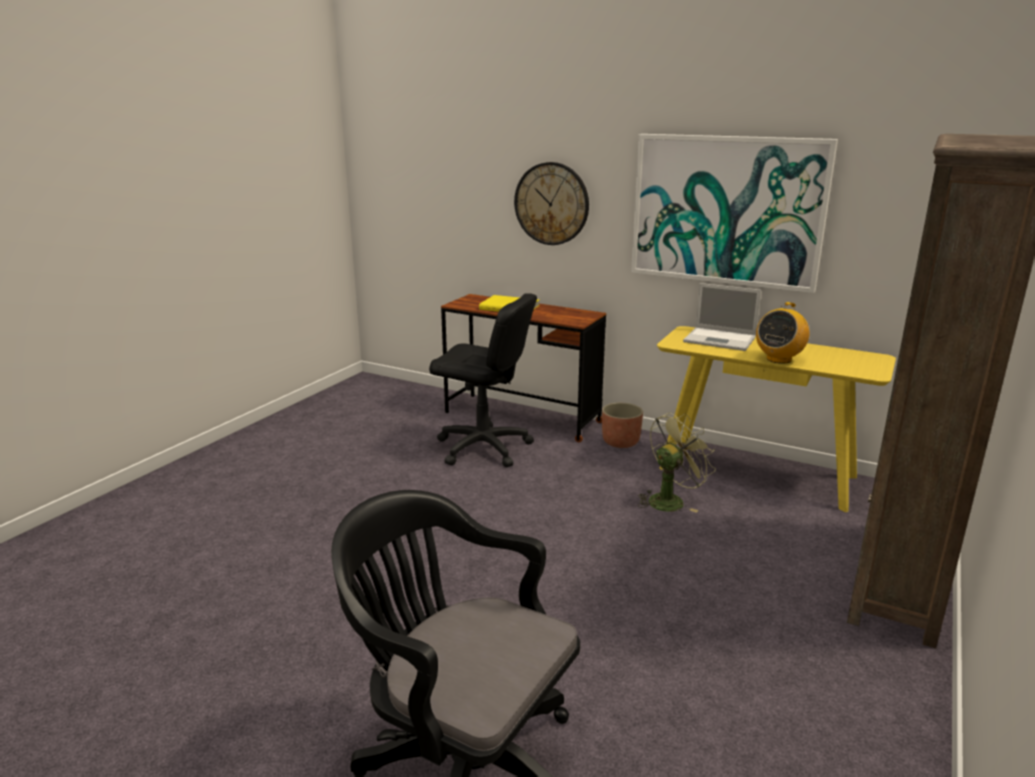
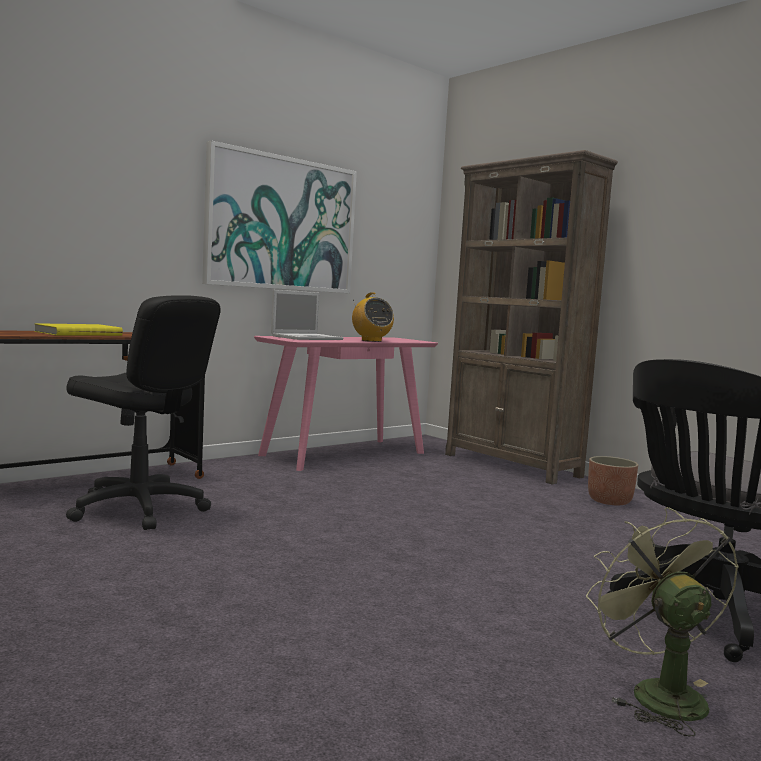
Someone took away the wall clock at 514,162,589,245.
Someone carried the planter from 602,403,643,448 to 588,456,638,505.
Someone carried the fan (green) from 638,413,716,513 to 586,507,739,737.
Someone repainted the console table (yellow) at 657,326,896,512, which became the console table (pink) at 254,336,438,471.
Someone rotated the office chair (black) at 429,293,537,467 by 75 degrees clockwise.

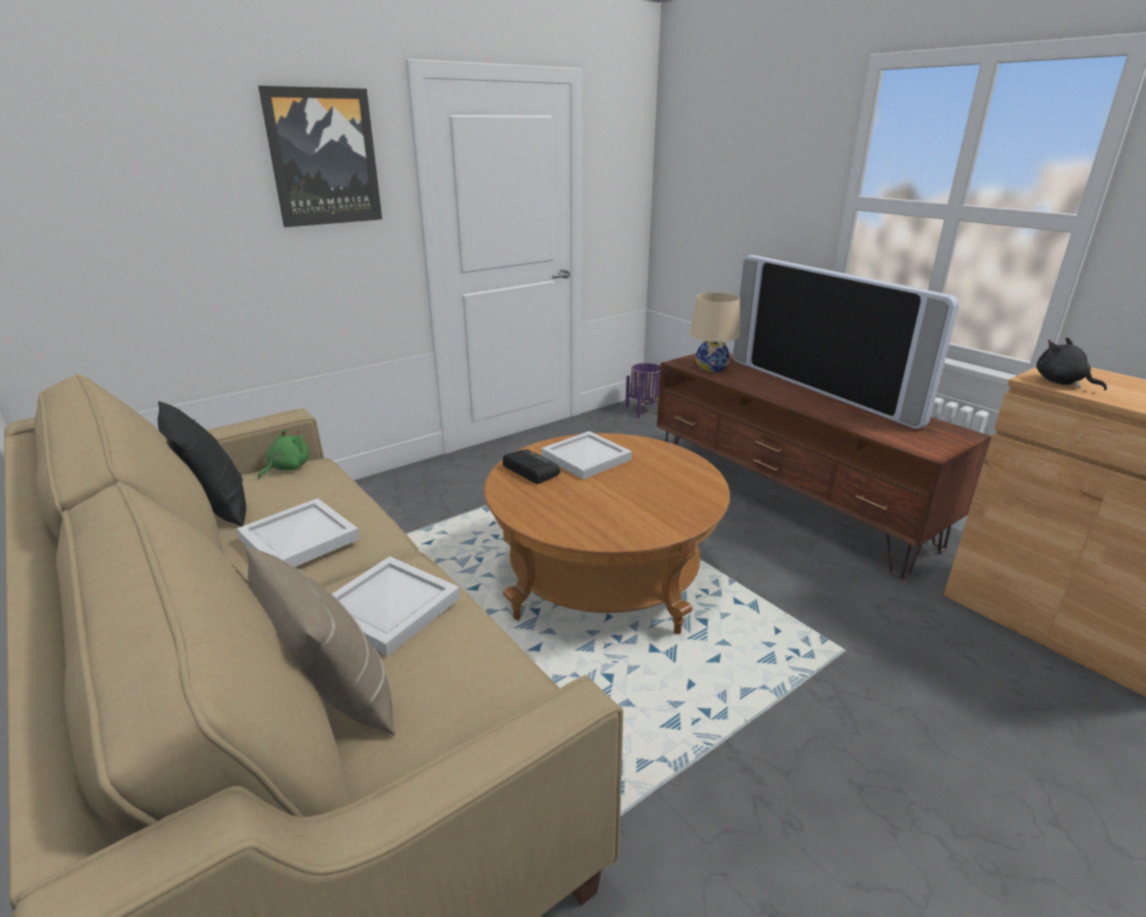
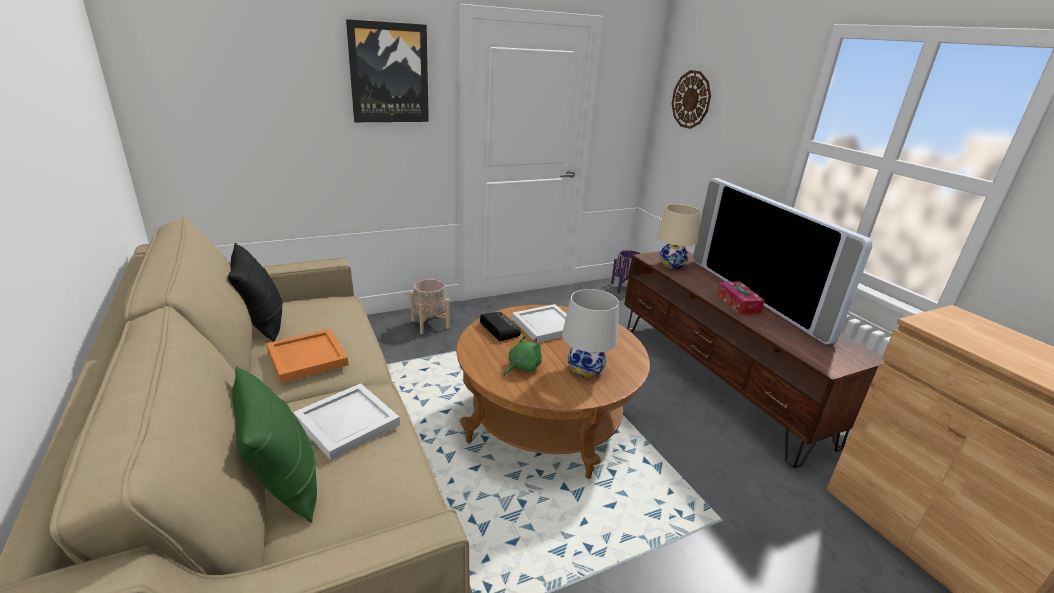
Someone took away the plush toy (black) at 1036,337,1107,390.
Someone put down the planter (beige) at 410,279,449,334.
Someone put down the table lamp (white) at 562,289,619,378.
Someone put up the wall clock at 672,70,711,129.
Someone put down the tissue box at 717,281,765,315.
Someone carried the plush toy (green) from 258,429,309,478 to 503,335,542,376.
Someone repainted the tray (white) at 236,498,360,567, which became the tray (orange) at 266,329,349,383.
Someone repainted the pillow (beige) at 245,547,395,735, which became the pillow (green) at 232,366,317,523.

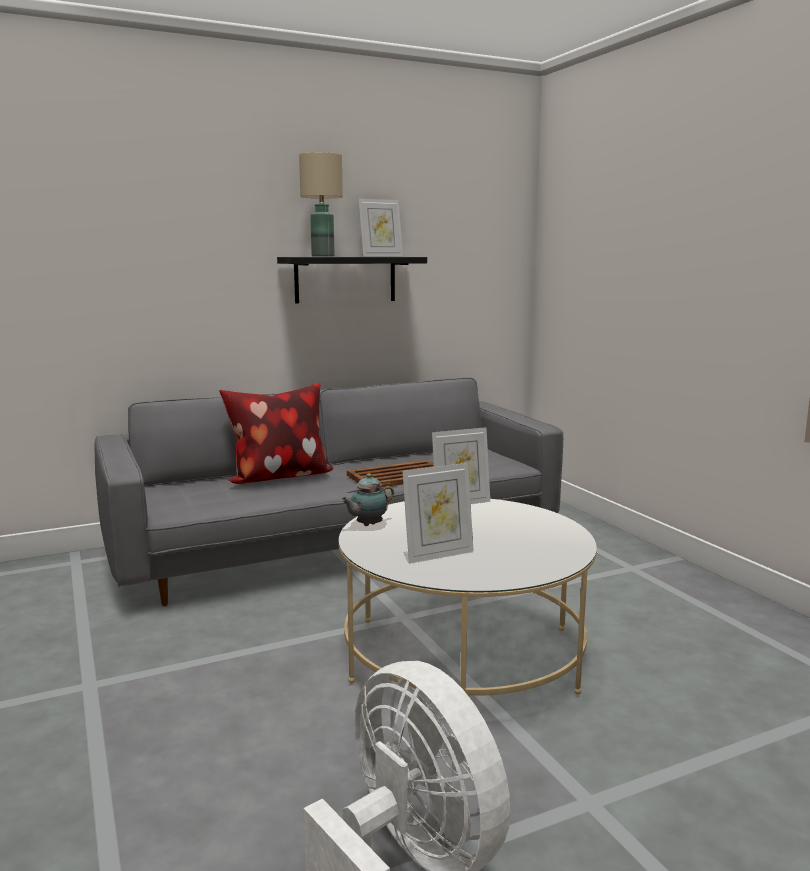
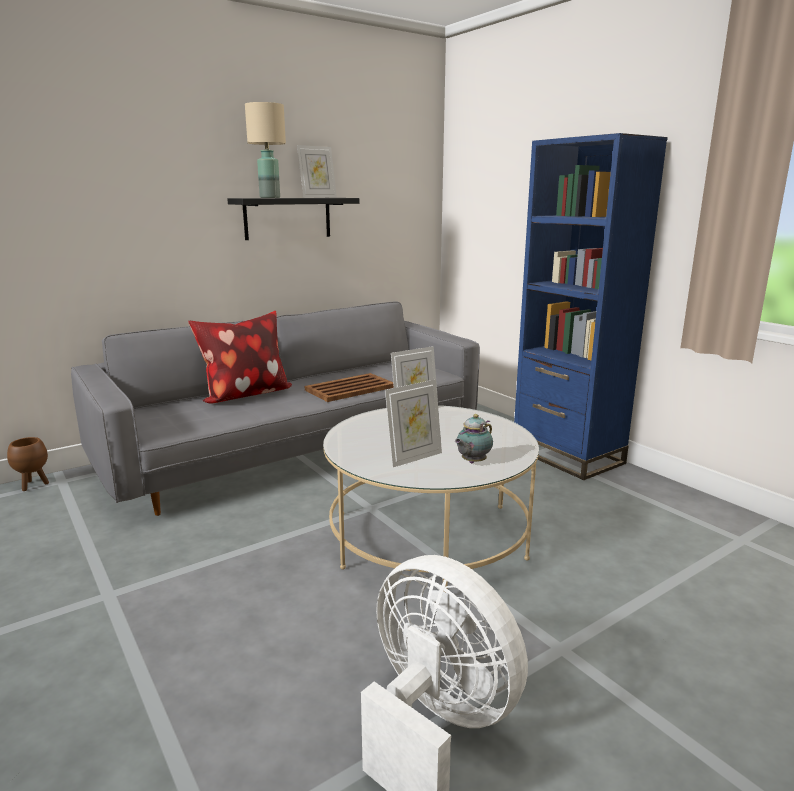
Someone put down the planter (brown) at 7,437,49,491.
Someone put down the bookcase (blue) at 514,133,668,480.
Someone carried the teapot from 341,473,394,526 to 455,414,493,463.

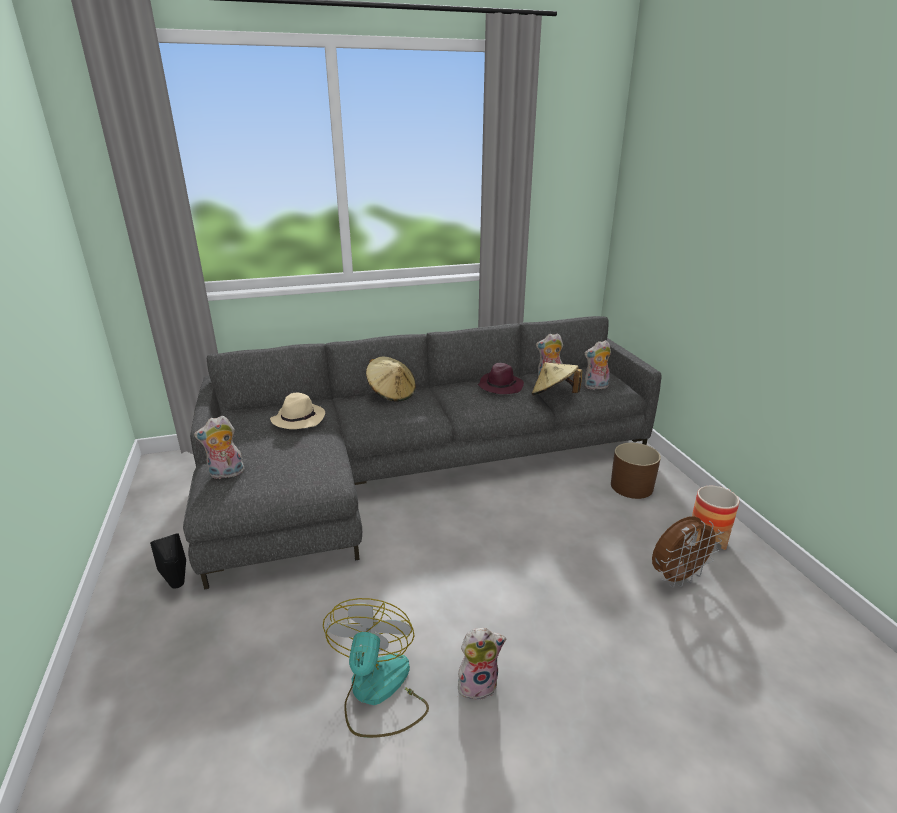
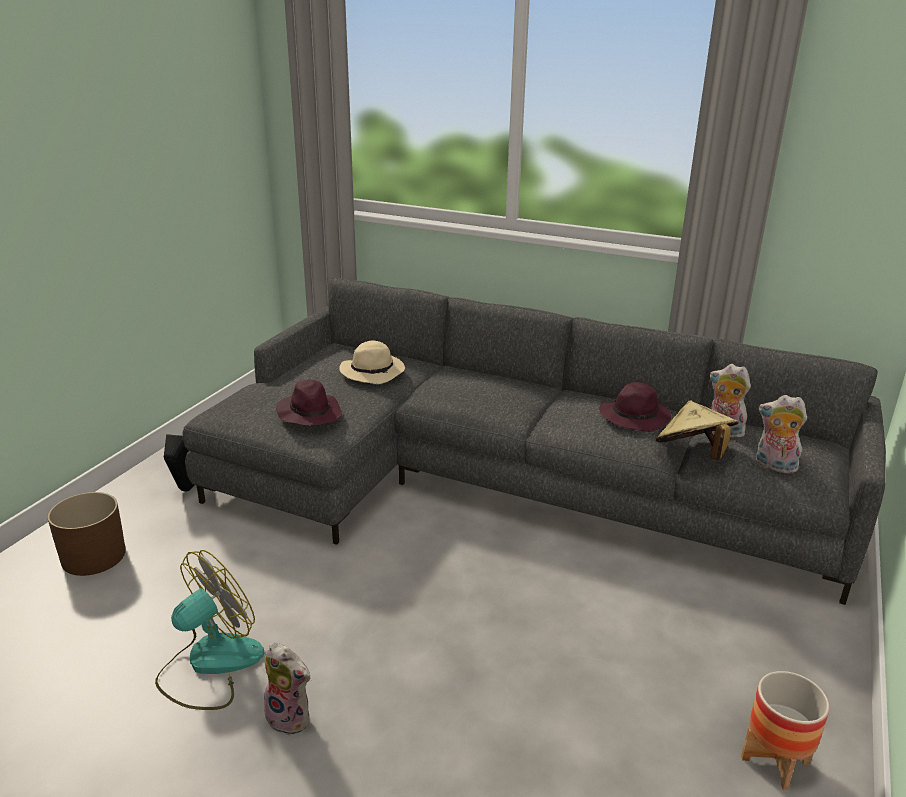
Someone took away the plush toy at 194,416,245,479.
Someone took away the hat (beige) at 366,357,416,402.
Someone took away the fan (brown) at 652,516,722,588.
Someone put down the hat (purple) at 276,380,342,426.
Someone carried the planter (brown) from 611,443,661,499 to 48,492,126,576.

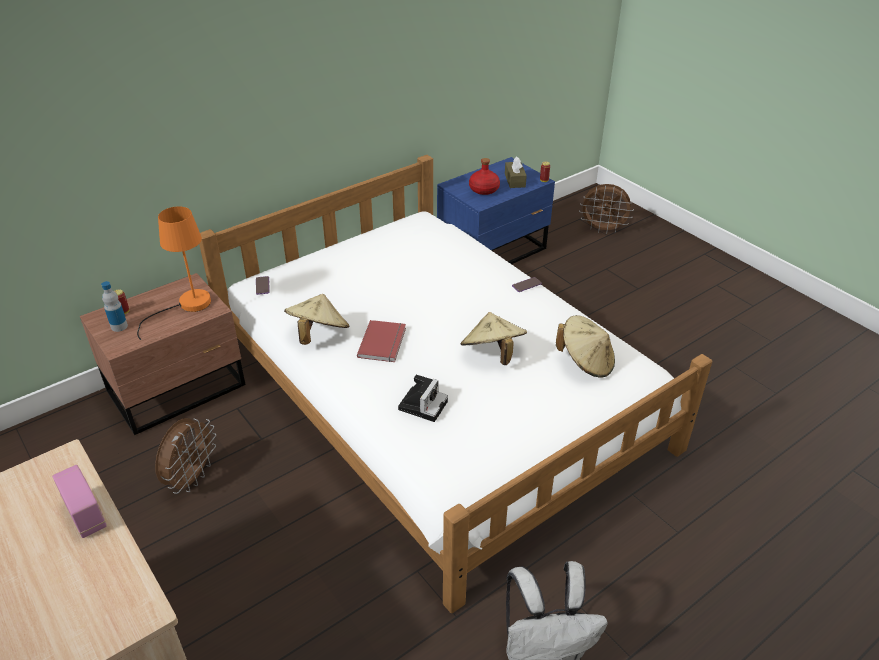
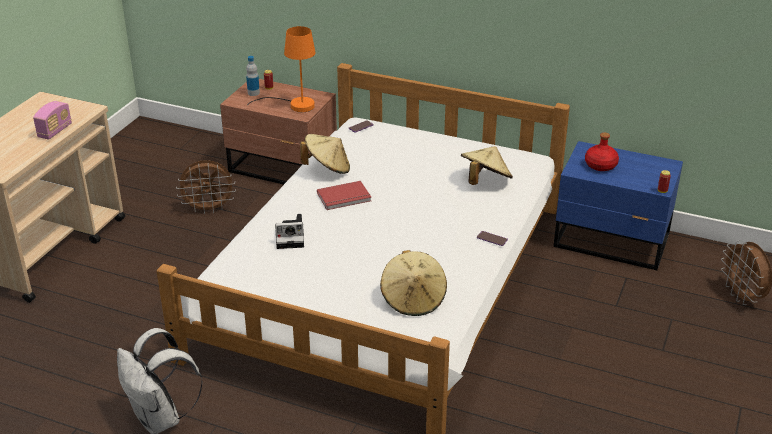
Someone took away the tissue box (brown) at 505,157,527,188.
Someone carried the hat (beige) from 460,312,527,365 to 461,146,513,185.

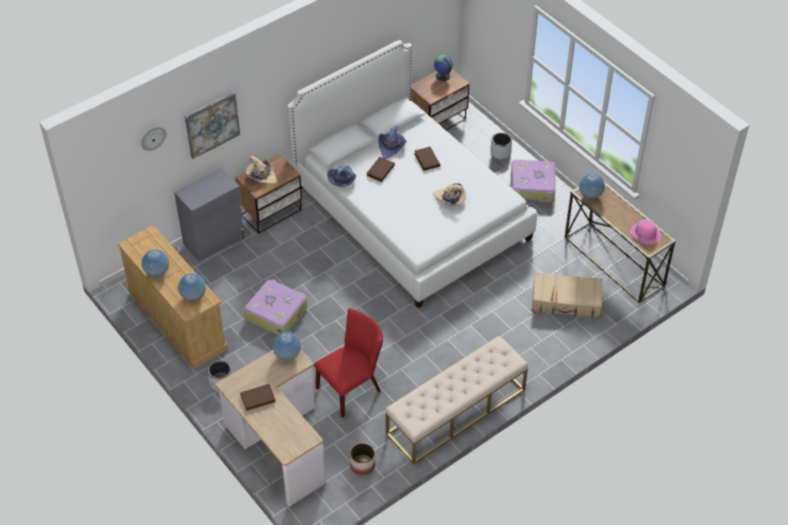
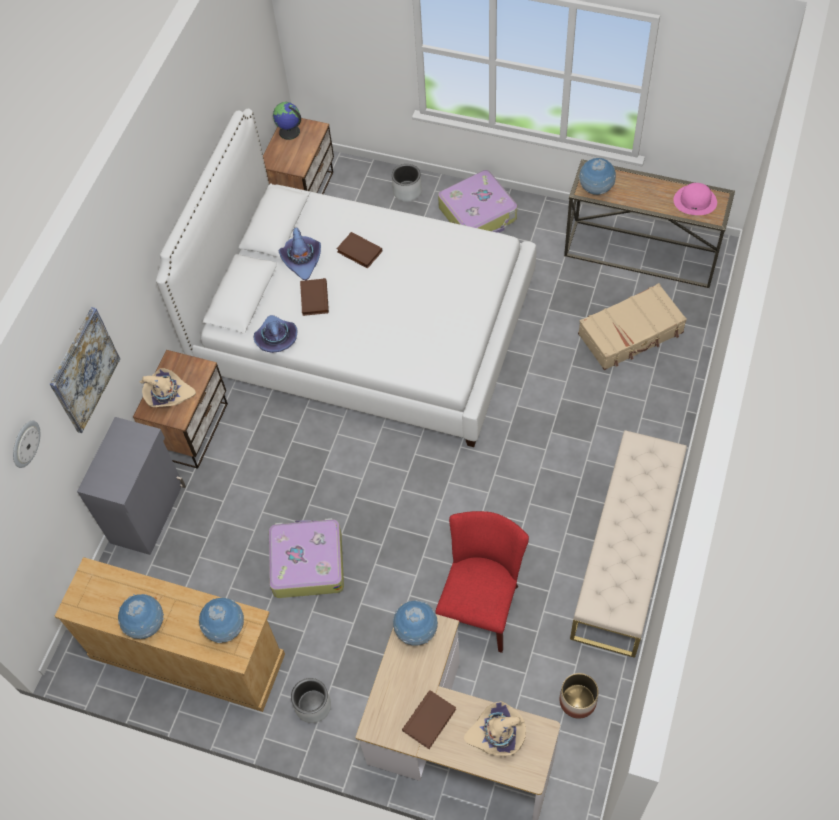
Someone carried the hat (beige) from 433,183,466,206 to 464,701,526,756.

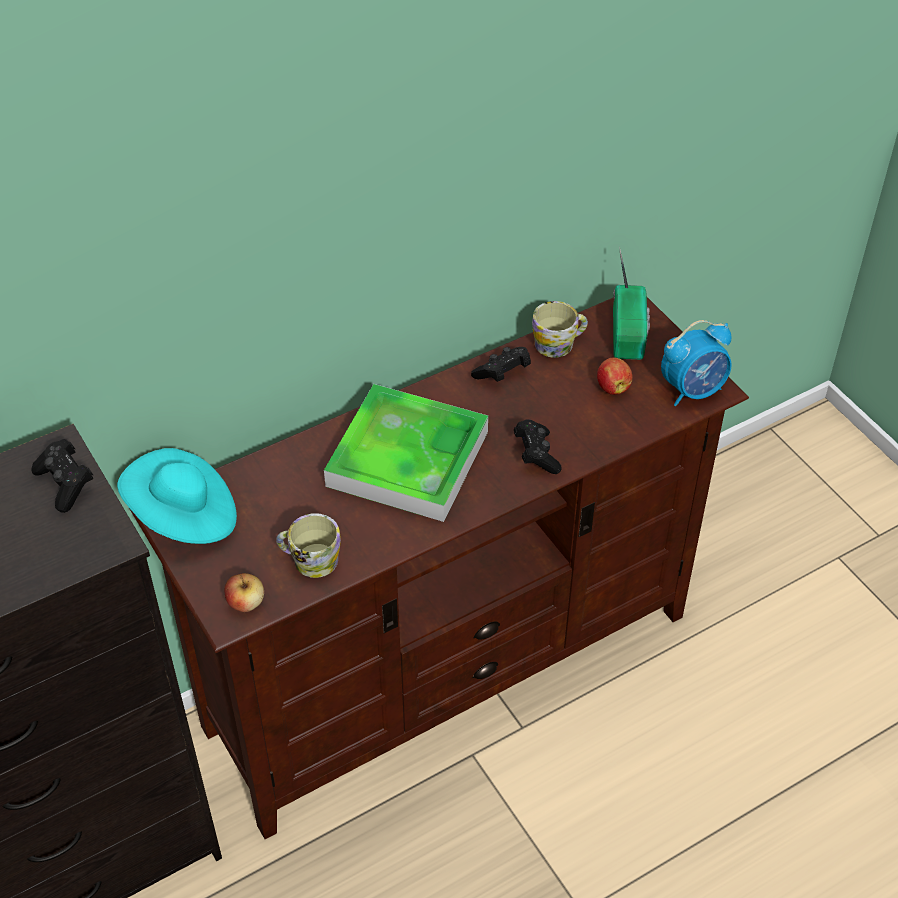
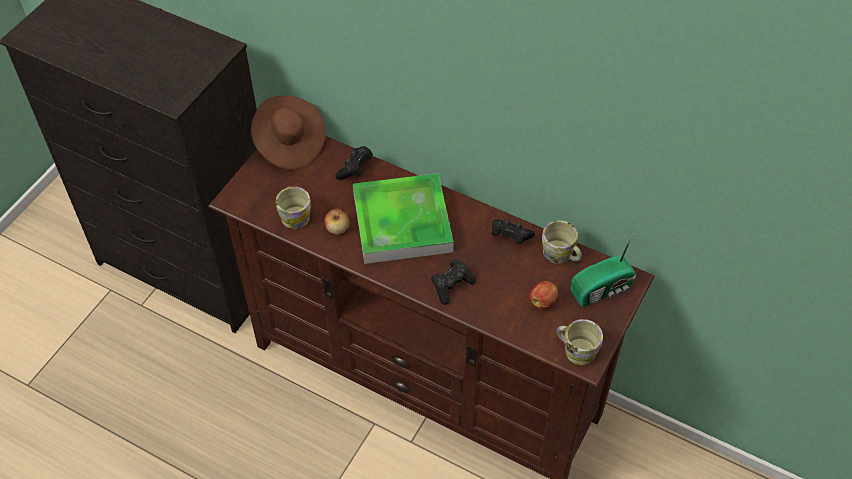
Someone carried the game controller (black) from 31,439,93,513 to 335,146,373,180.
Someone carried the apple from 224,573,264,612 to 325,209,350,235.
Someone swapped the alarm clock at 661,320,732,406 for the mug at 557,319,603,365.
Someone repainted the hat (turquoise) at 117,448,237,544, which became the hat (brown) at 251,96,326,170.

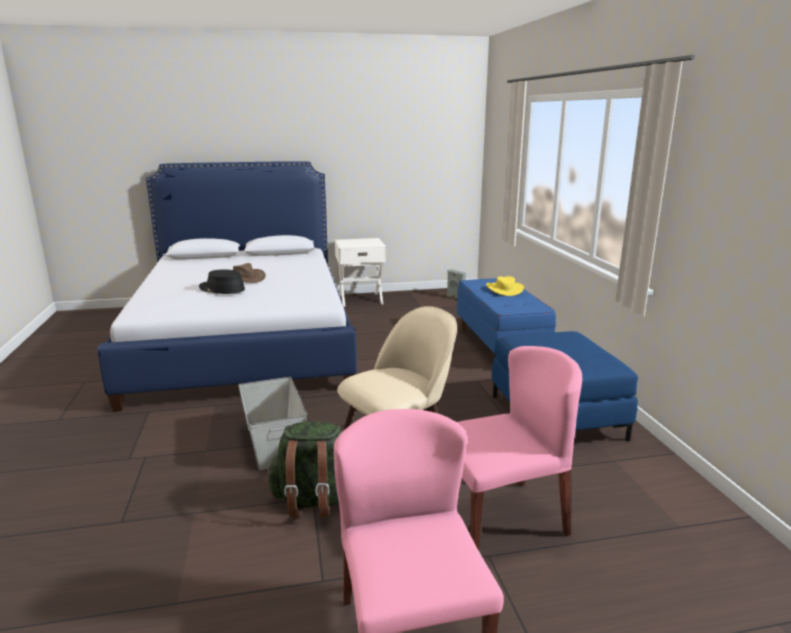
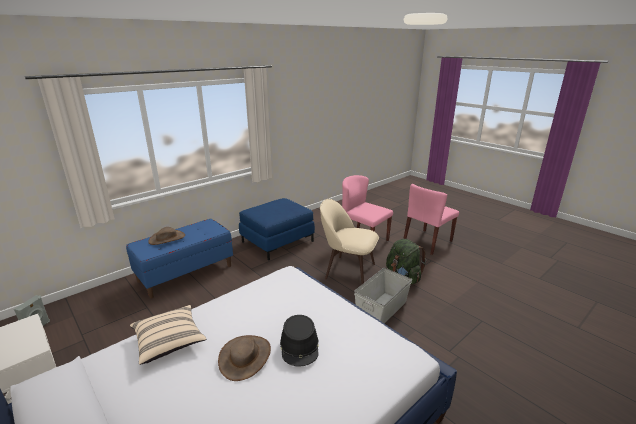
Someone put down the pillow (beige) at 130,305,207,365.
Someone repainted the hat (yellow) at 486,276,524,296, which became the hat (brown) at 148,227,185,245.

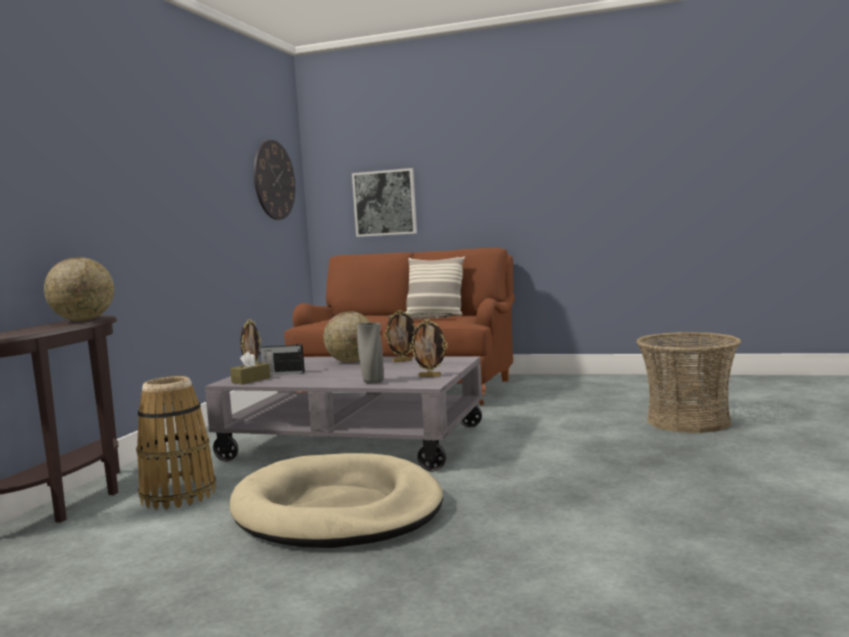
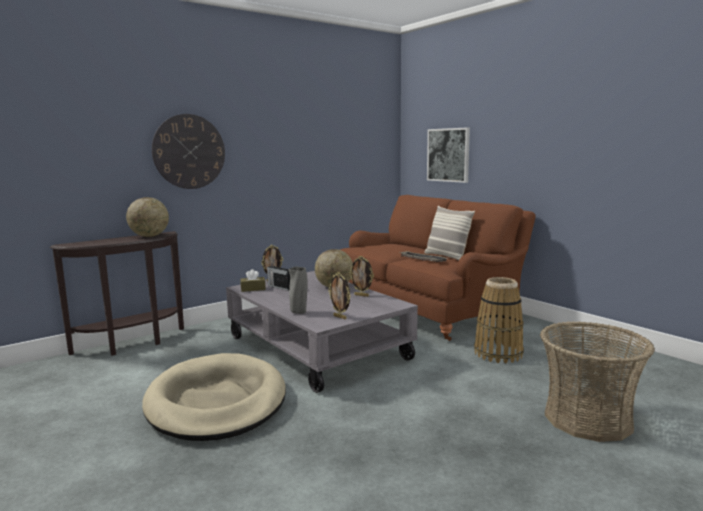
Someone carried the basket from 136,376,216,509 to 474,277,524,363.
Someone carried the wall clock from 254,140,295,220 to 152,114,225,189.

